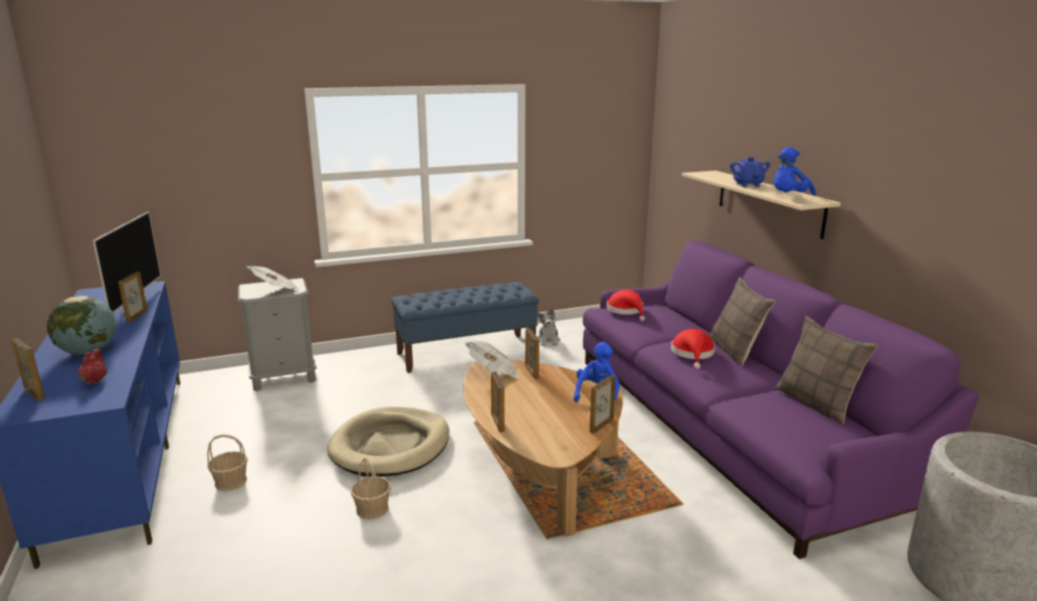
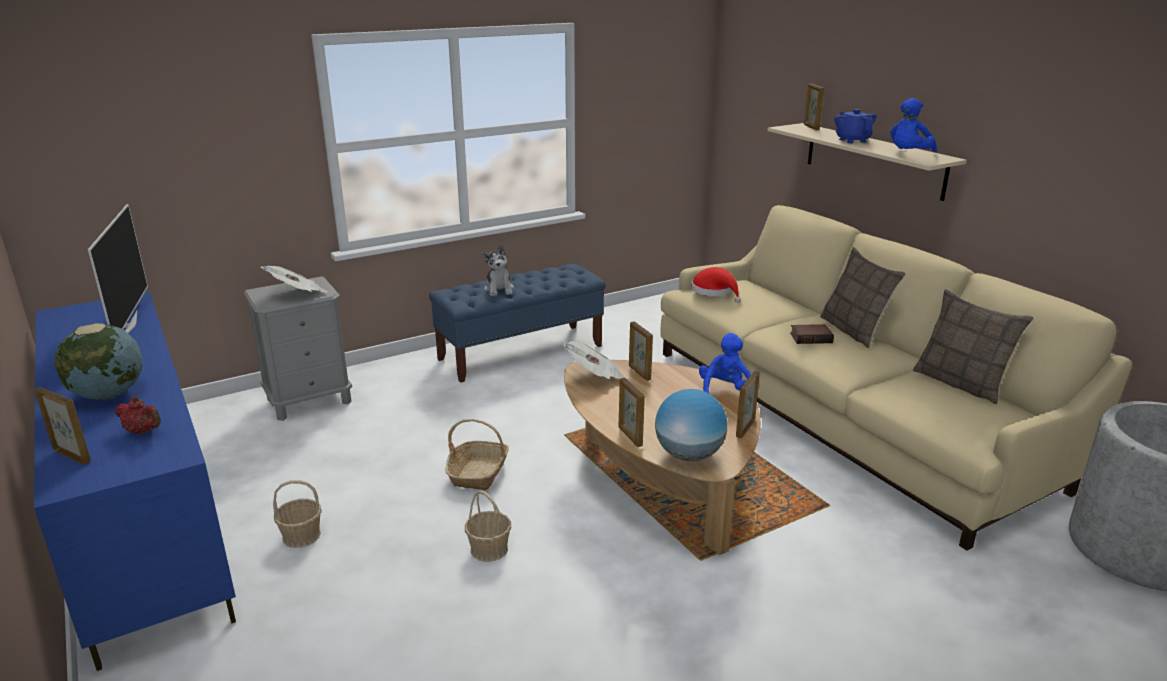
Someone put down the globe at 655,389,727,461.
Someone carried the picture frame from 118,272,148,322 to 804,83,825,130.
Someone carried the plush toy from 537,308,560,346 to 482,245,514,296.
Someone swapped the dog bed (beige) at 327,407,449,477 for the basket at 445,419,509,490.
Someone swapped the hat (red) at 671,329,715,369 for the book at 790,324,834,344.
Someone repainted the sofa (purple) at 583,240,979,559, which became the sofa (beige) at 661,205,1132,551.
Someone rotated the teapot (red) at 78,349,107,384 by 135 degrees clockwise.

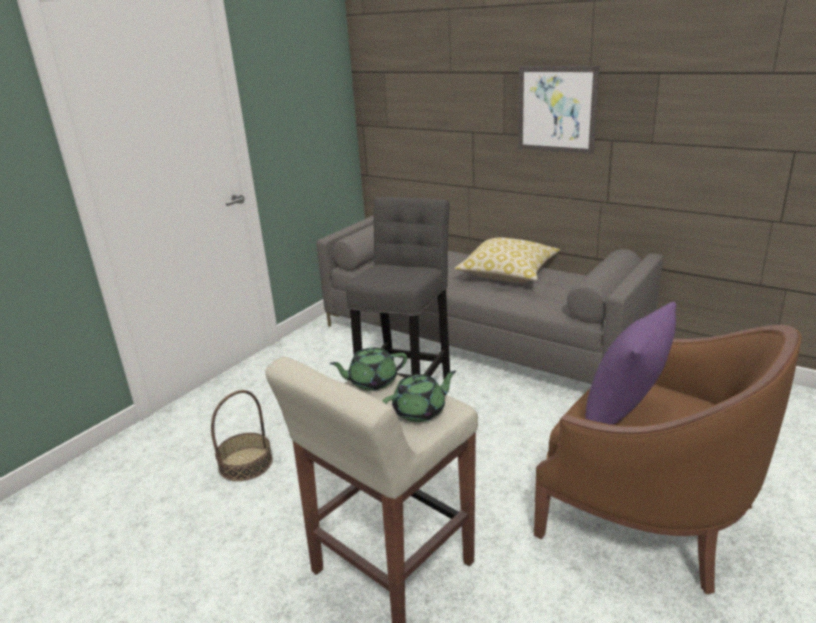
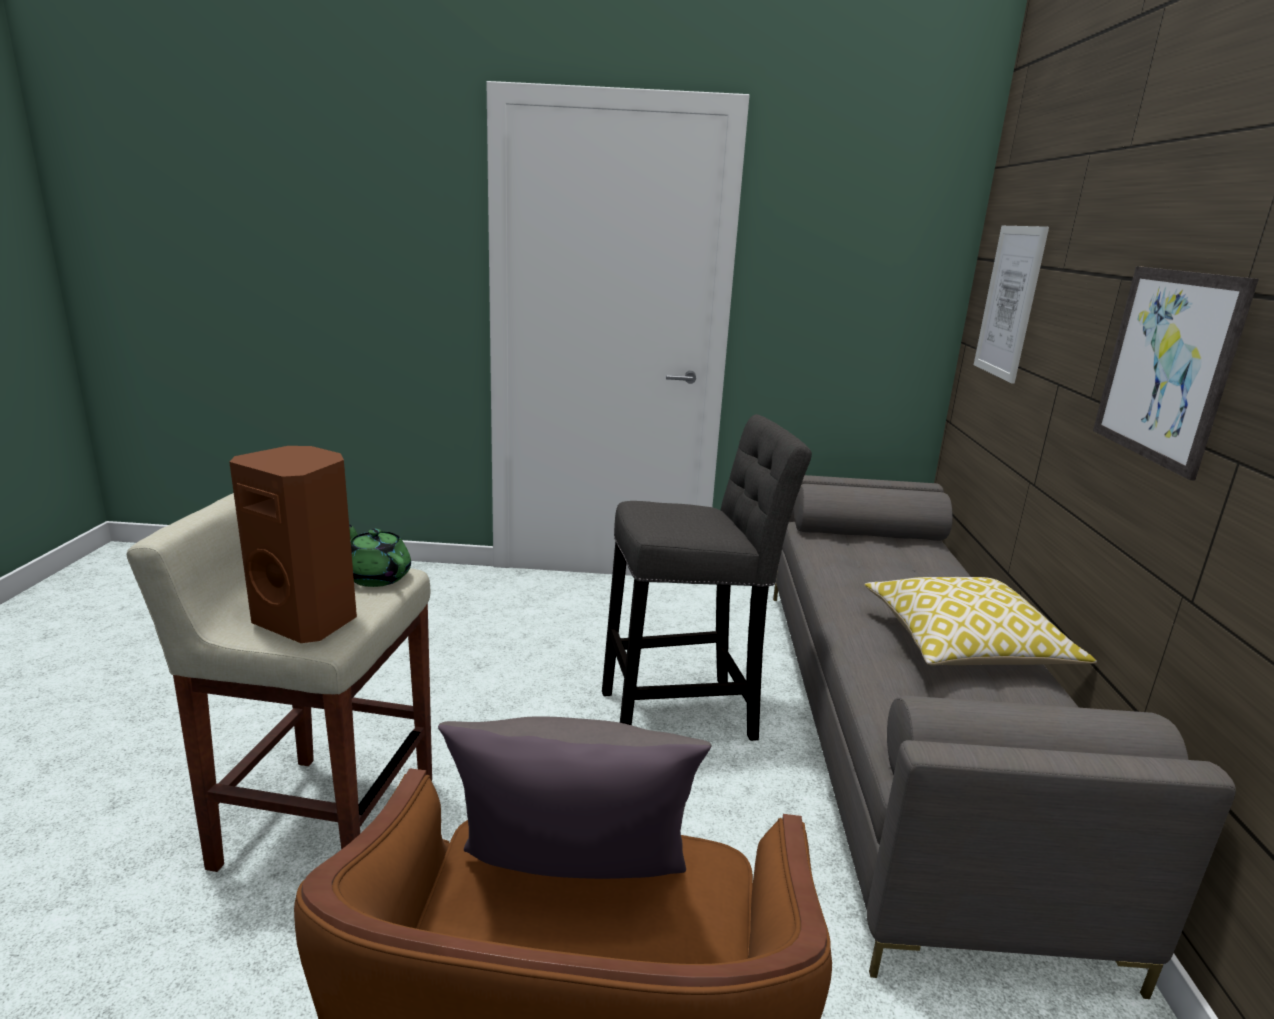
Someone took away the basket at 211,390,273,481.
Someone put up the picture at 974,226,1049,384.
Someone swapped the teapot (green) at 382,371,456,422 for the speaker (brown) at 229,446,357,643.
Someone repainted the pillow (purple) at 585,302,676,425, which became the pillow (grey) at 438,716,711,879.

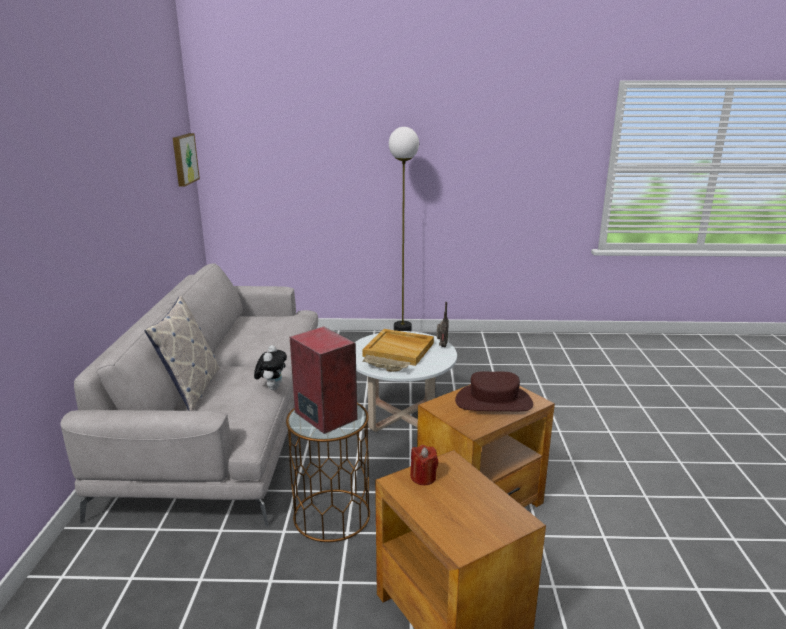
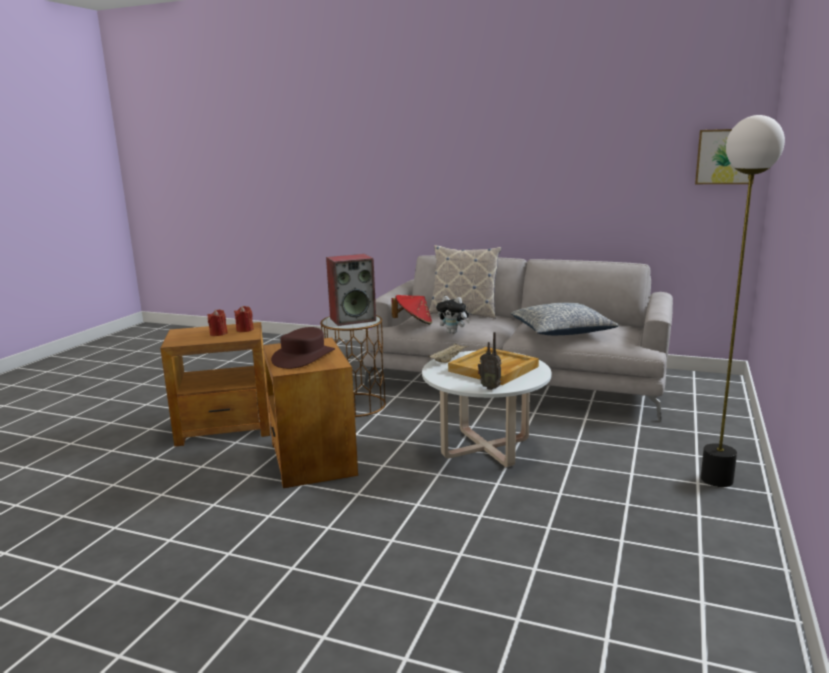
Someone put down the candle (red) at 207,309,228,336.
Someone put down the hat (red) at 391,295,432,325.
Someone put down the pillow at 511,303,619,335.

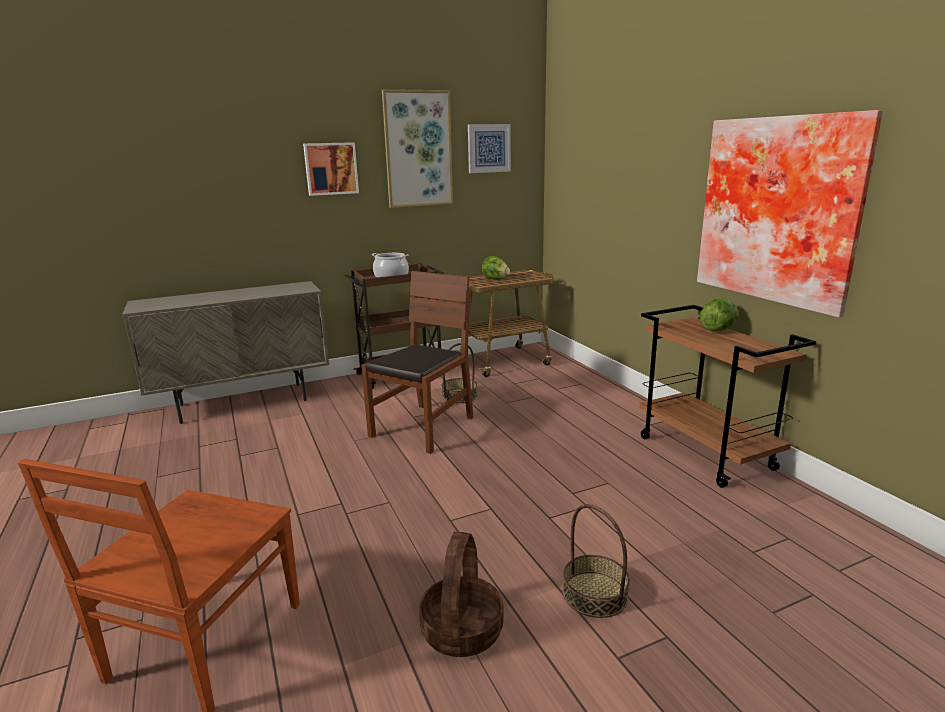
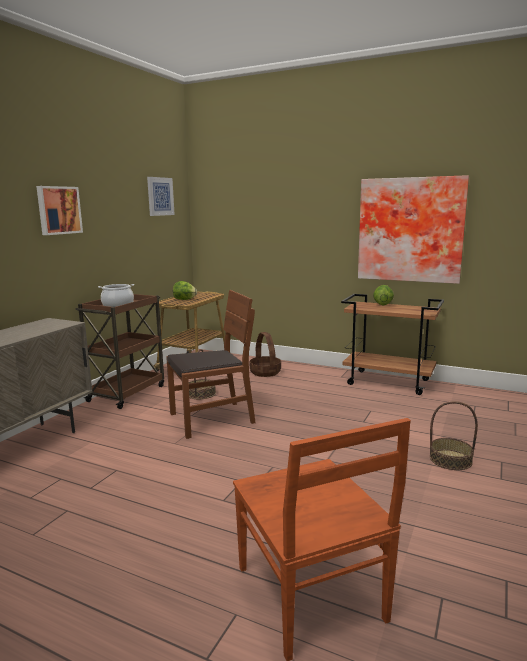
Someone took away the picture at 382,89,453,208.
Someone carried the basket from 419,532,504,657 to 250,332,281,377.
Someone rotated the chair (brown) at 361,271,474,454 by 75 degrees clockwise.

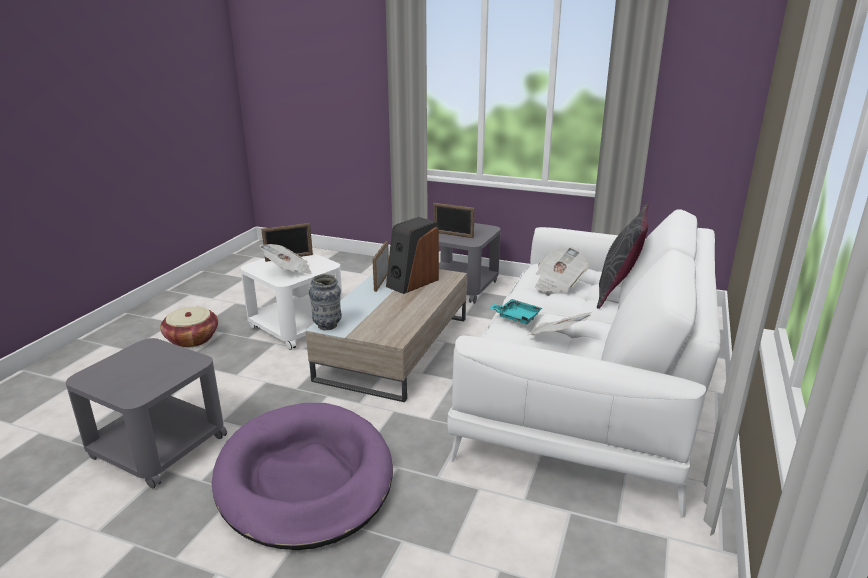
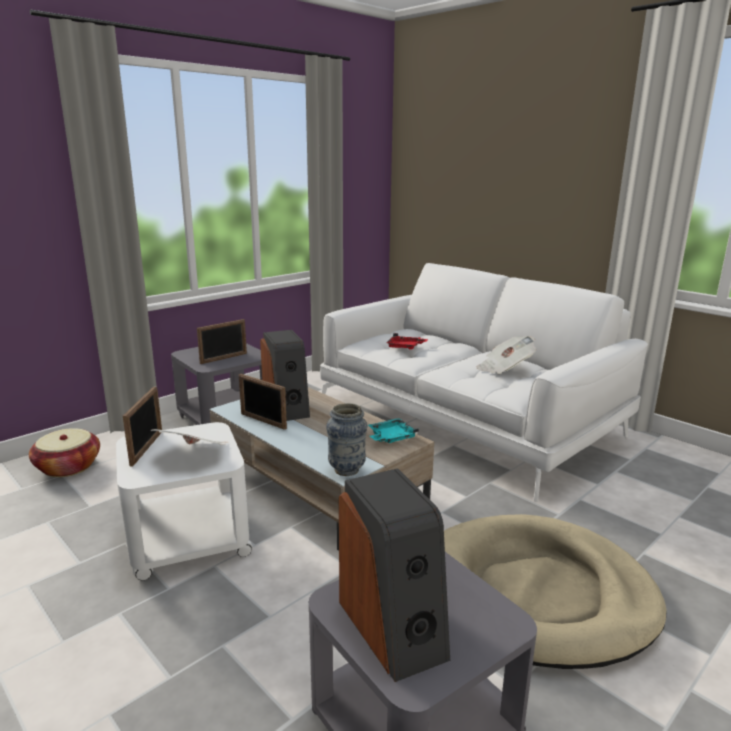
Someone took away the pillow (grey) at 597,203,649,309.
Someone put down the speaker at 339,468,450,682.
Someone carried the basket from 160,307,218,348 to 29,428,100,477.
Someone carried the tray (turquoise) from 489,299,543,324 to 368,418,419,443.
Someone swapped the newspaper at 535,247,589,292 for the tray (red) at 386,333,428,350.
Someone repainted the dog bed (purple) at 212,403,393,550, which became the dog bed (beige) at 444,514,666,669.

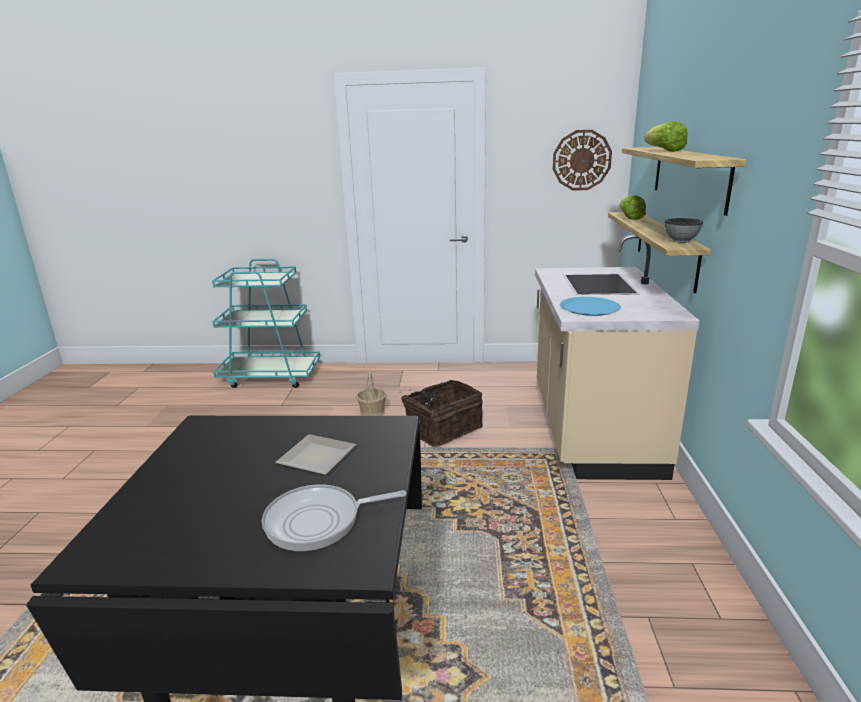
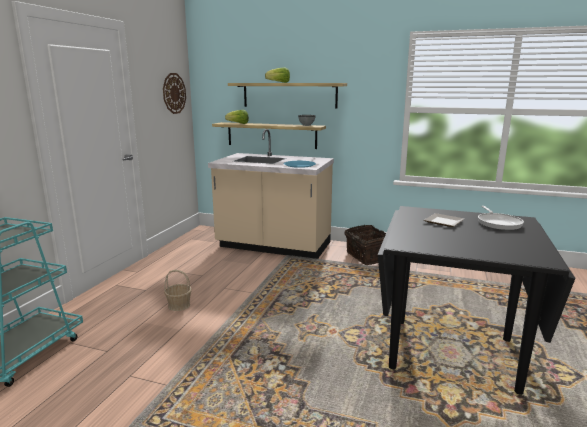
Someone carried the basket from 400,380,483,447 to 344,225,386,265.

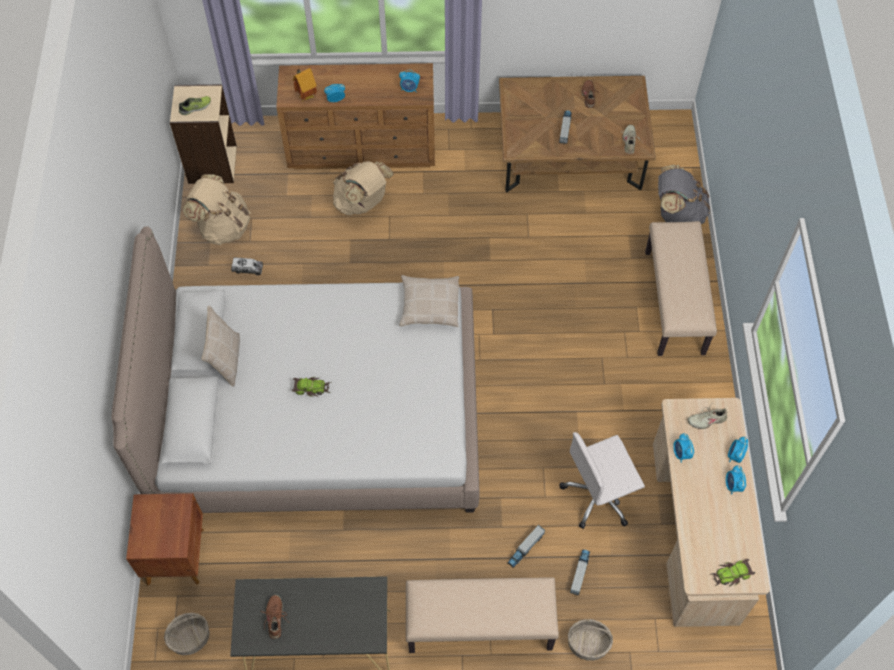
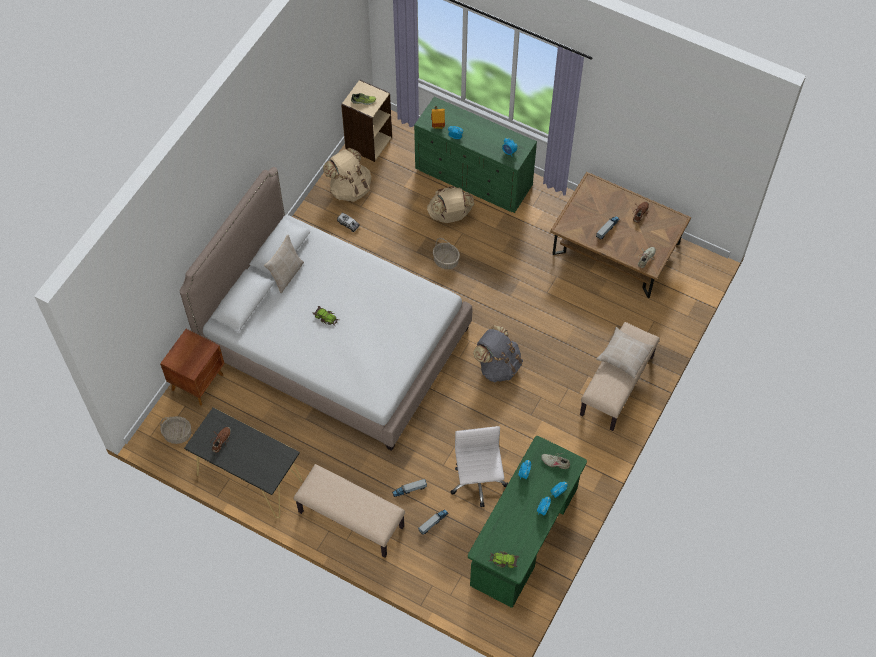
Someone carried the pillow (beige) from 399,275,459,327 to 596,327,654,379.
Someone carried the basket from 568,619,613,661 to 433,238,460,269.
Someone carried the backpack (grey) from 658,165,710,224 to 473,325,523,382.
Someone repainted the dresser (brown) at 276,63,435,169, which became the dresser (green) at 414,97,537,213.
Someone repainted the desk (beige) at 653,398,770,627, which became the desk (green) at 468,436,587,608.
Someone rotated the office chair (white) at 559,432,645,529 by 75 degrees clockwise.

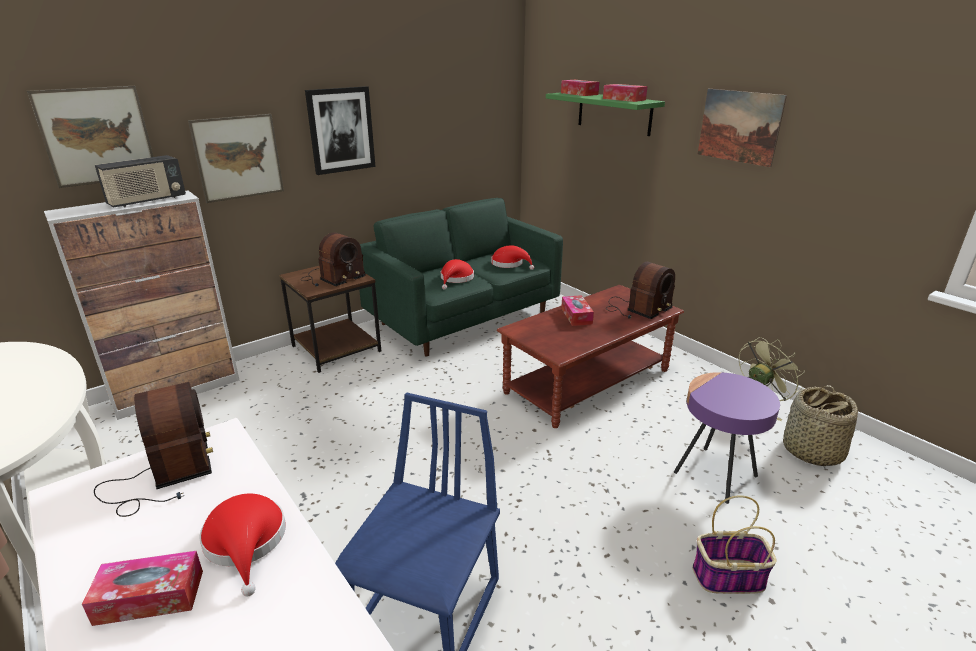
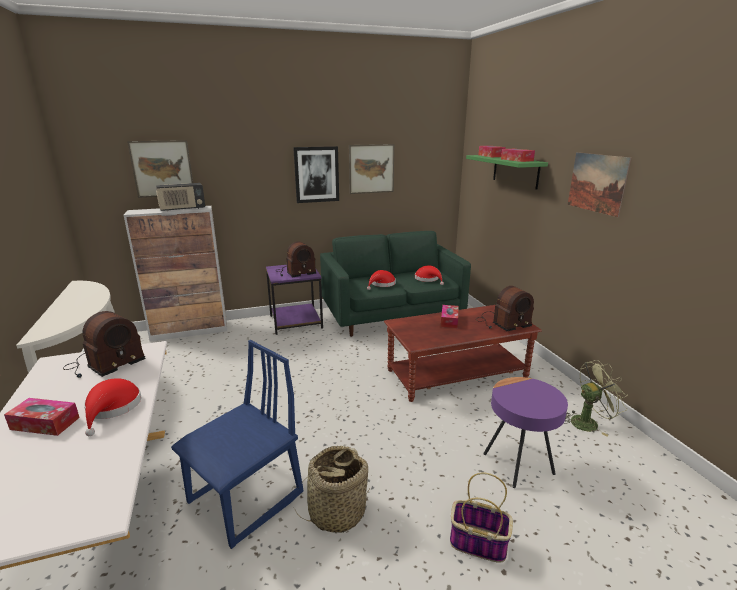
Someone carried the picture from 188,114,284,203 to 349,144,394,194.
Someone carried the basket from 783,385,858,466 to 294,446,369,533.
Someone repainted the side table (brown) at 279,266,381,373, which became the side table (purple) at 266,265,323,335.
Someone rotated the radio at 94,382,213,517 by 45 degrees clockwise.

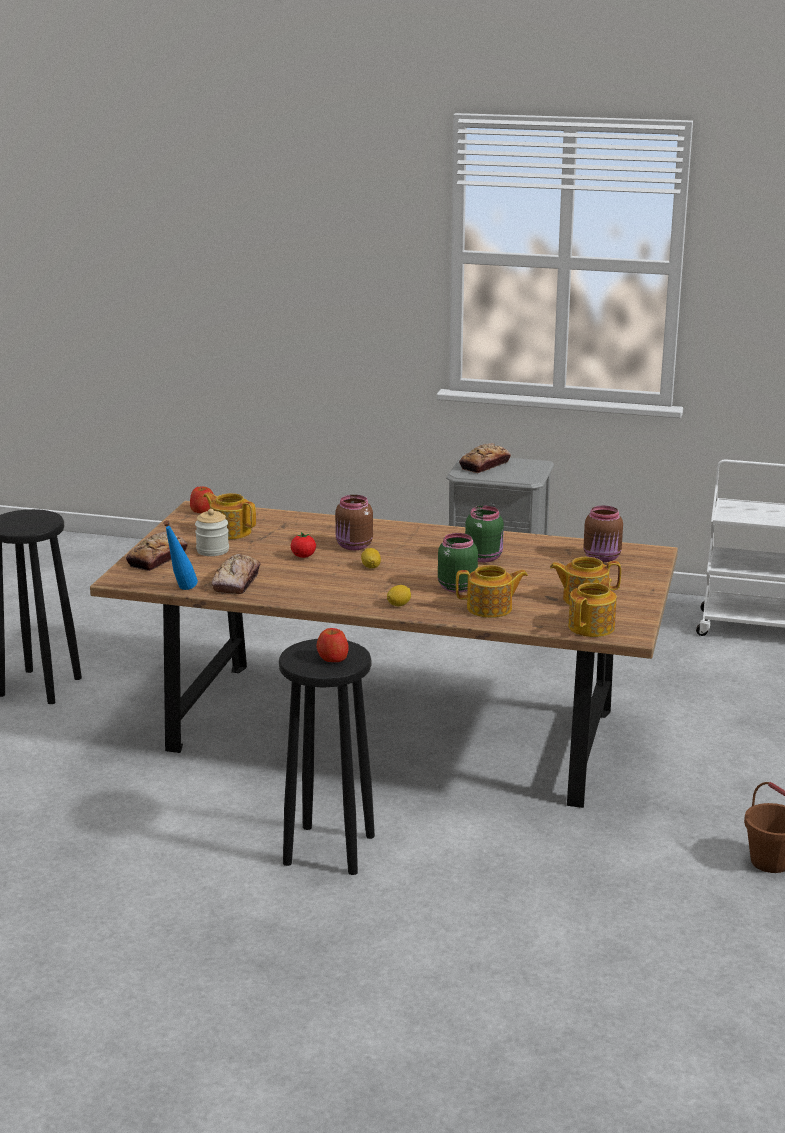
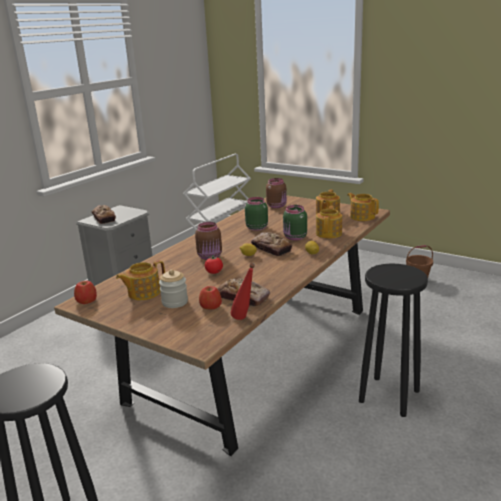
Someone carried the bread from 126,532,188,571 to 251,232,292,256.
Someone carried the apple from 316,628,348,662 to 199,286,222,309.
Someone repainted the bottle (blue) at 163,520,198,590, which became the bottle (red) at 231,263,255,320.

